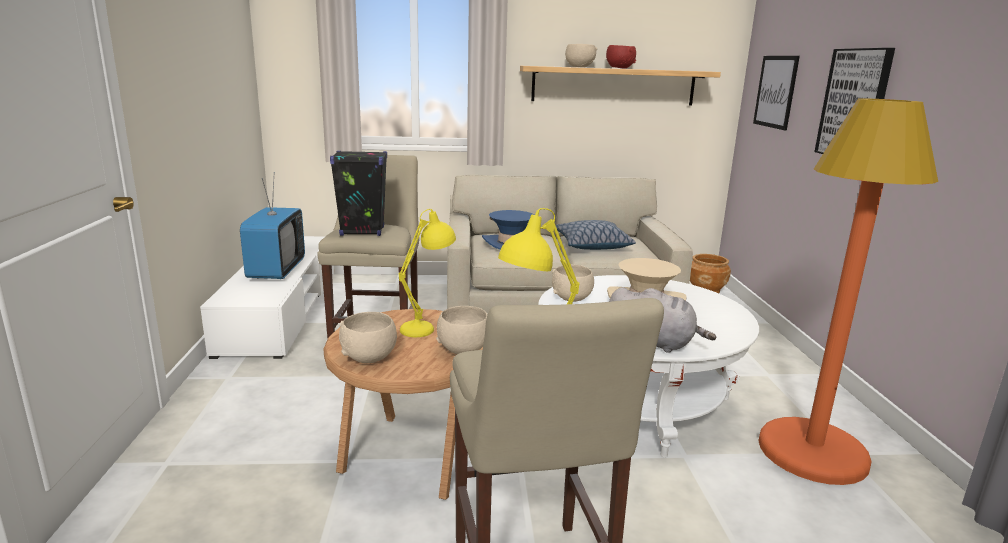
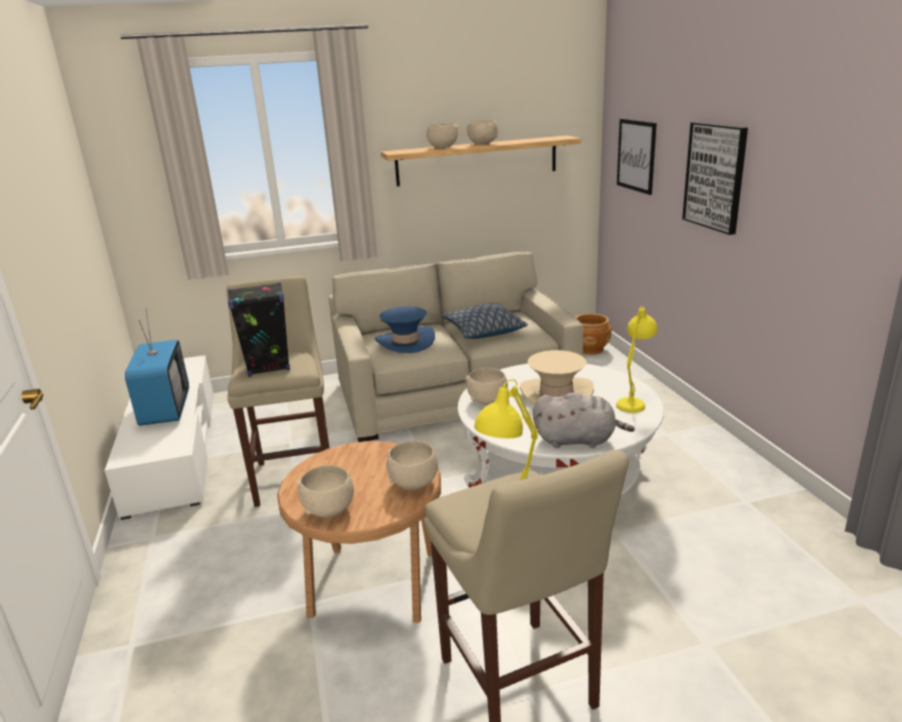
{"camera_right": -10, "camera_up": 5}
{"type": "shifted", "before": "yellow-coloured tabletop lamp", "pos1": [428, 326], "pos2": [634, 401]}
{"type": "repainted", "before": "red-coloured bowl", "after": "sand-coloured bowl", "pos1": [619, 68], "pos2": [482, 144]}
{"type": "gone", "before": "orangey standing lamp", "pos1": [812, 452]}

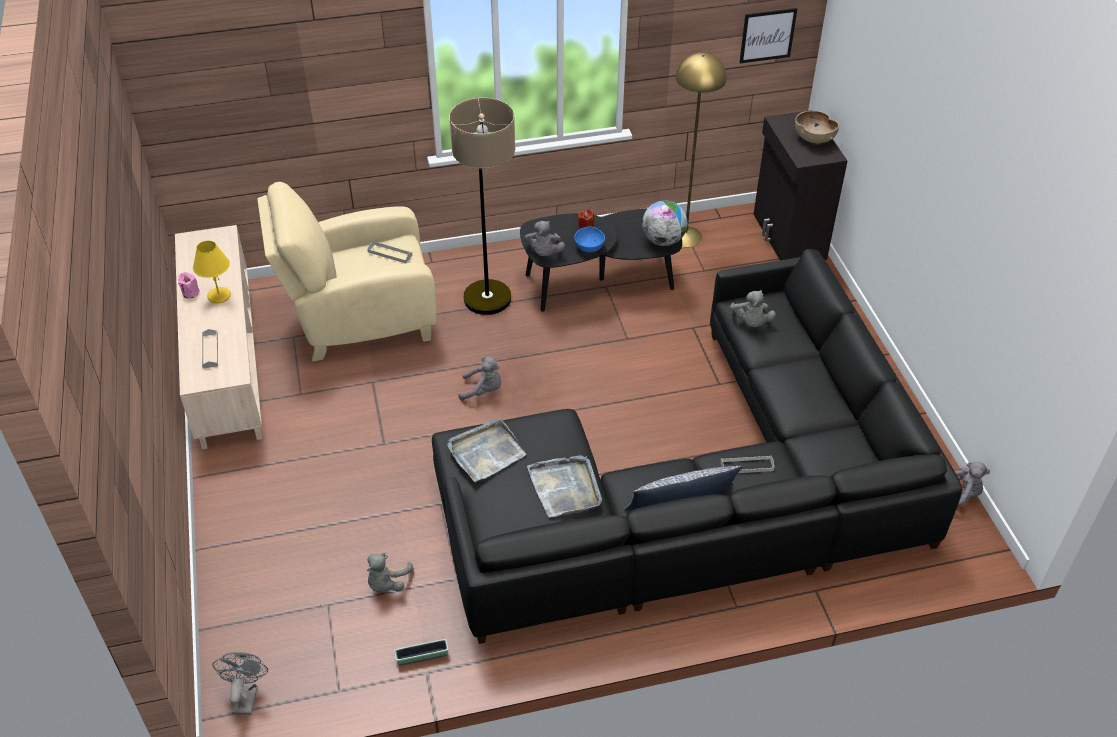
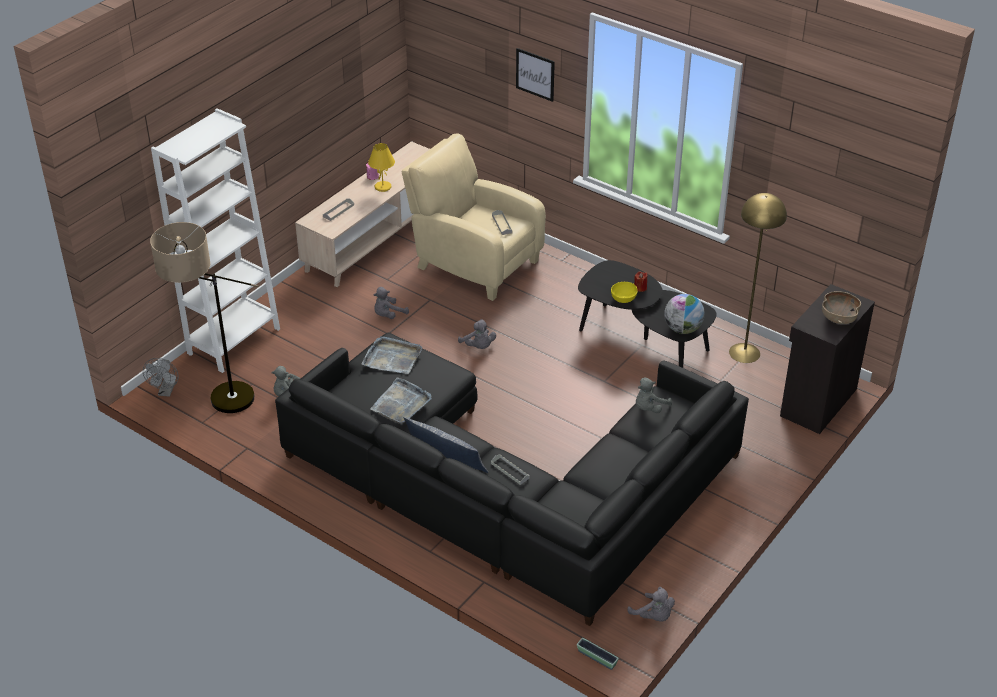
{"camera_right": 50, "camera_up": -5}
{"type": "rotated", "before": "gray electric fan", "pos1": [246, 696], "pos2": [166, 392], "turn": 135}
{"type": "shifted", "before": "plant pot", "pos1": [422, 656], "pos2": [597, 658]}
{"type": "shifted", "before": "standing lamp", "pos1": [489, 311], "pos2": [219, 407]}
{"type": "shifted", "before": "gray plush toy", "pos1": [544, 253], "pos2": [388, 315]}
{"type": "repainted", "before": "blue-coloured bowl", "after": "yellow-coloured bowl", "pos1": [590, 247], "pos2": [624, 299]}
{"type": "shifted", "before": "picture", "pos1": [767, 35], "pos2": [535, 74]}
{"type": "new", "after": "whitish bookshelf", "pos2": [234, 341]}

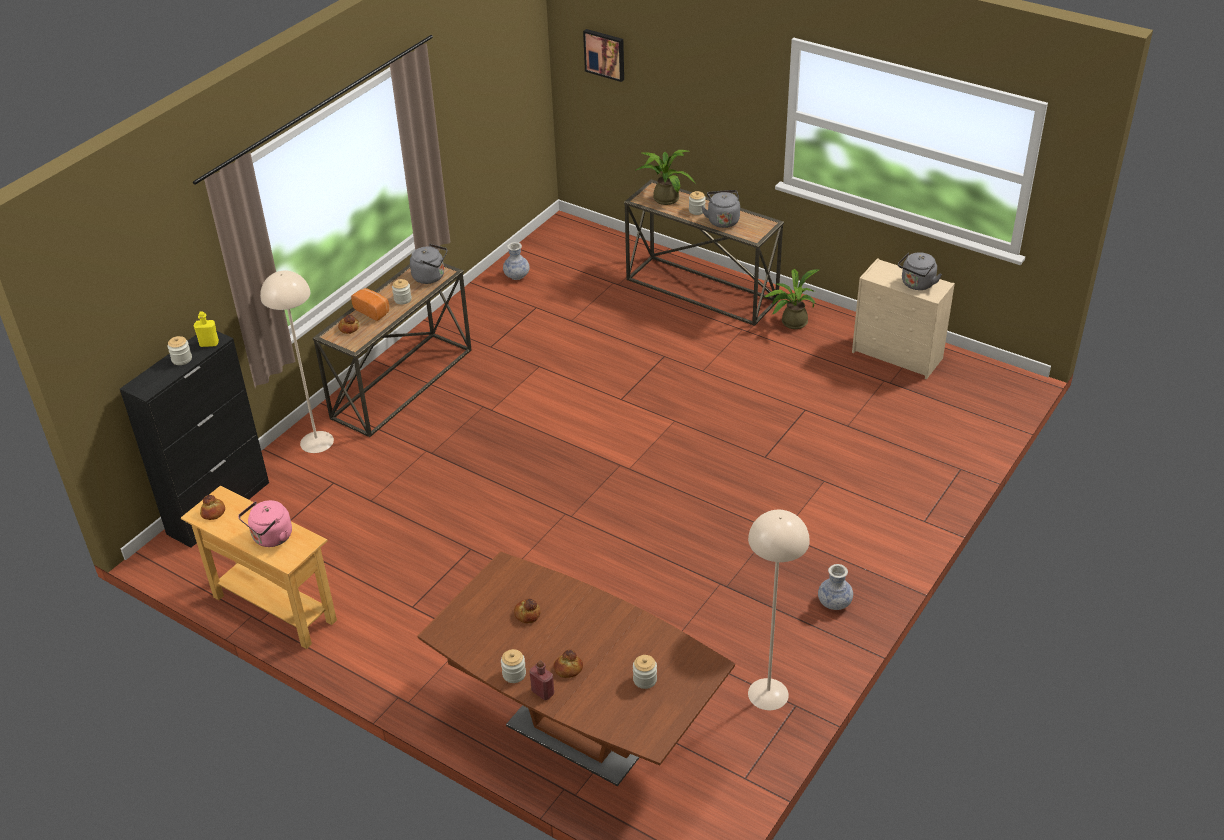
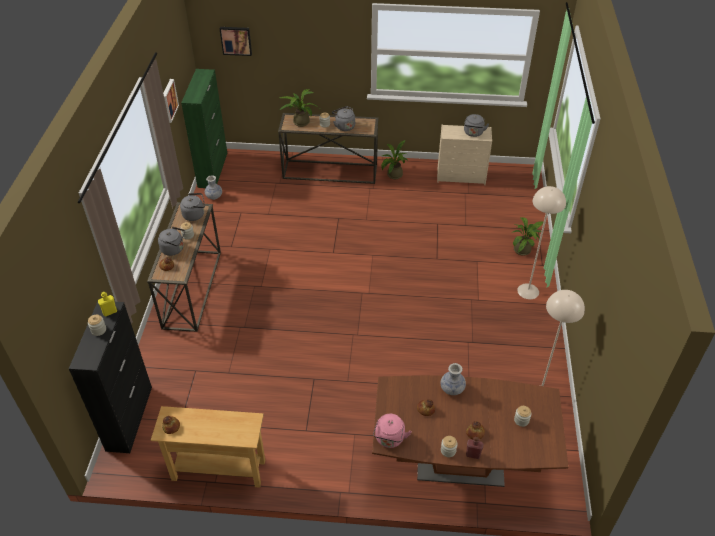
{"camera_right": -30, "camera_up": 5}
{"type": "shifted", "before": "pink water kettle", "pos1": [270, 538], "pos2": [389, 439]}
{"type": "shifted", "before": "sand-coloured standing lamp", "pos1": [316, 441], "pos2": [528, 291]}
{"type": "swapped", "before": "bread", "after": "gray water kettle", "pos1": [373, 310], "pos2": [174, 249]}
{"type": "shifted", "before": "decorative vase", "pos1": [834, 603], "pos2": [452, 388]}
{"type": "new", "after": "picture", "pos2": [168, 100]}
{"type": "new", "after": "greenish cupboard", "pos2": [213, 169]}
{"type": "new", "after": "plant in a pot", "pos2": [524, 249]}

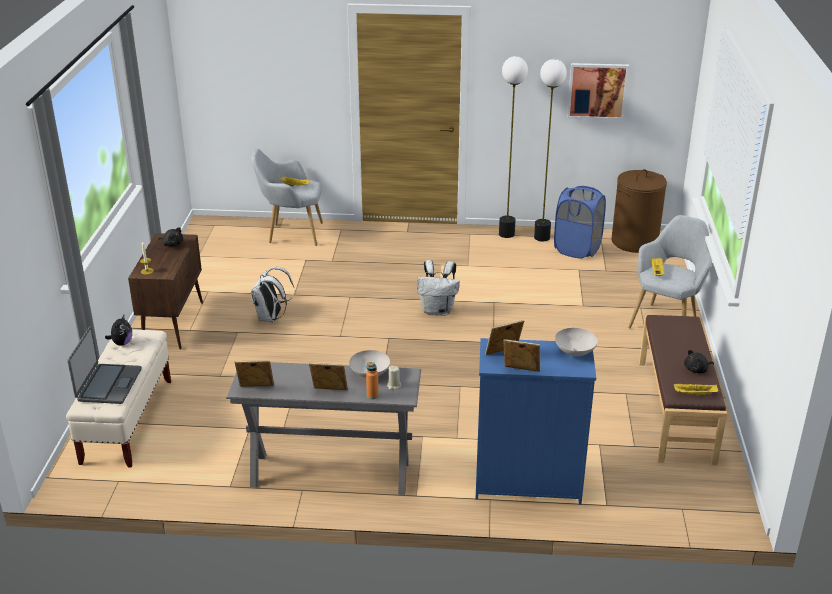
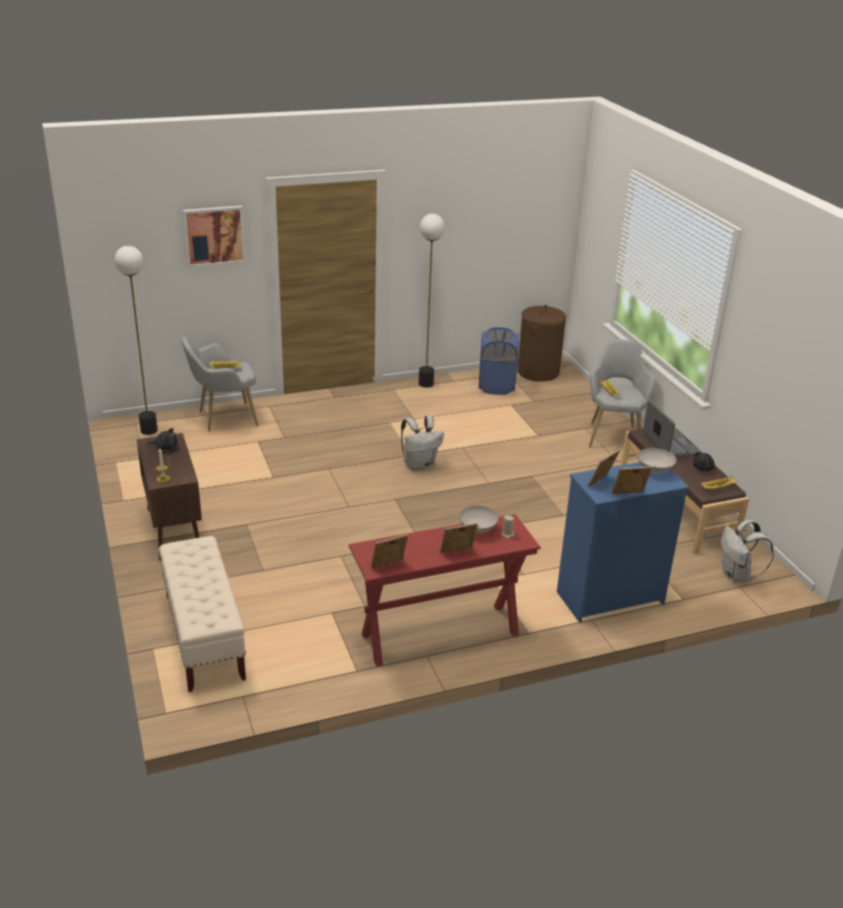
{"camera_right": -25, "camera_up": 0}
{"type": "shifted", "before": "portable computer", "pos1": [108, 385], "pos2": [670, 445]}
{"type": "gone", "before": "plush toy", "pos1": [122, 343]}
{"type": "repainted", "before": "gray hall table", "after": "red-coloured hall table", "pos1": [330, 474], "pos2": [440, 634]}
{"type": "shifted", "before": "whitish backpack", "pos1": [271, 318], "pos2": [737, 576]}
{"type": "gone", "before": "orangey bottle", "pos1": [372, 396]}
{"type": "shifted", "before": "standing lamp", "pos1": [541, 237], "pos2": [148, 430]}
{"type": "shifted", "before": "picture", "pos1": [597, 91], "pos2": [214, 236]}

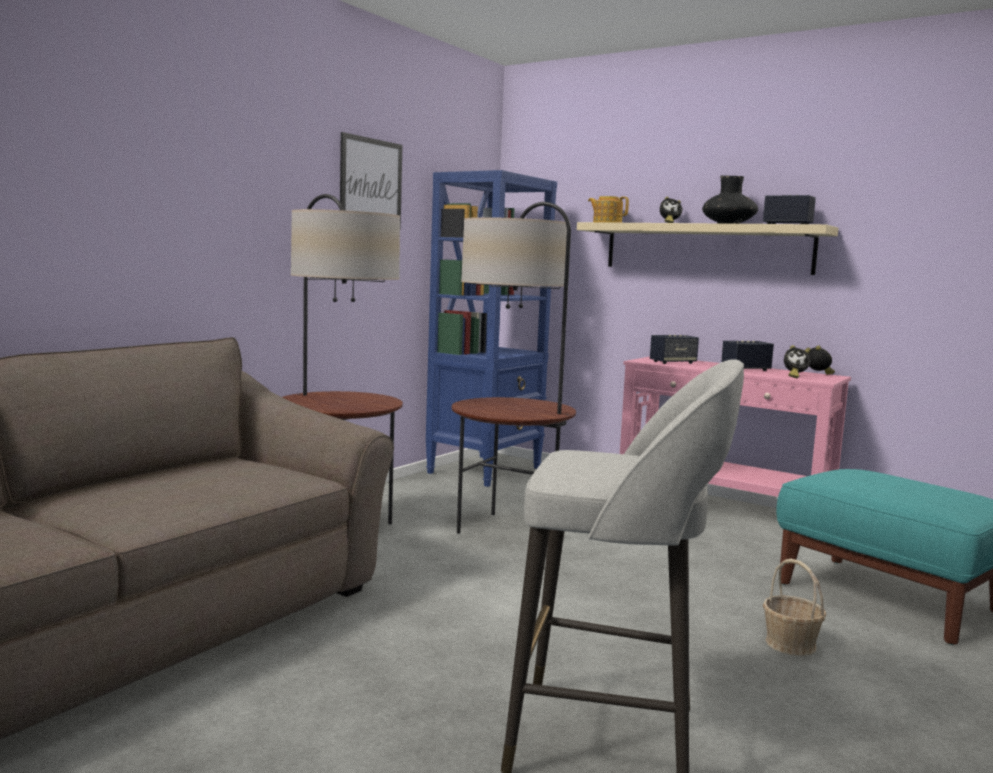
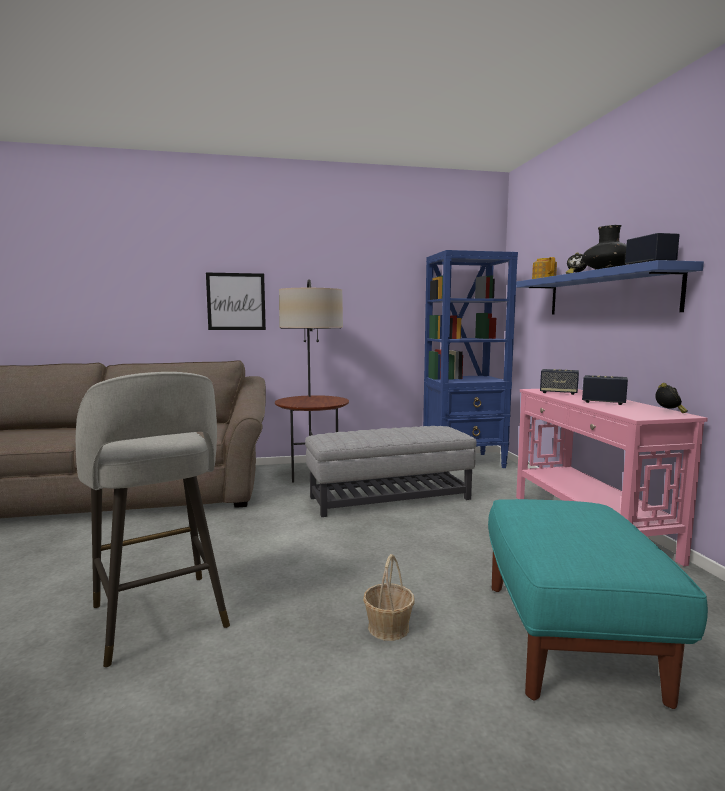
{"camera_right": 45, "camera_up": 0}
{"type": "shifted", "before": "picture", "pos1": [371, 183], "pos2": [236, 301]}
{"type": "swapped", "before": "standing lamp", "after": "gray footrest", "pos1": [508, 530], "pos2": [390, 498]}
{"type": "repainted", "before": "sand-coloured bracket shelf", "after": "blue-coloured bracket shelf", "pos1": [706, 248], "pos2": [607, 293]}
{"type": "gone", "before": "alarm clock", "pos1": [794, 376]}

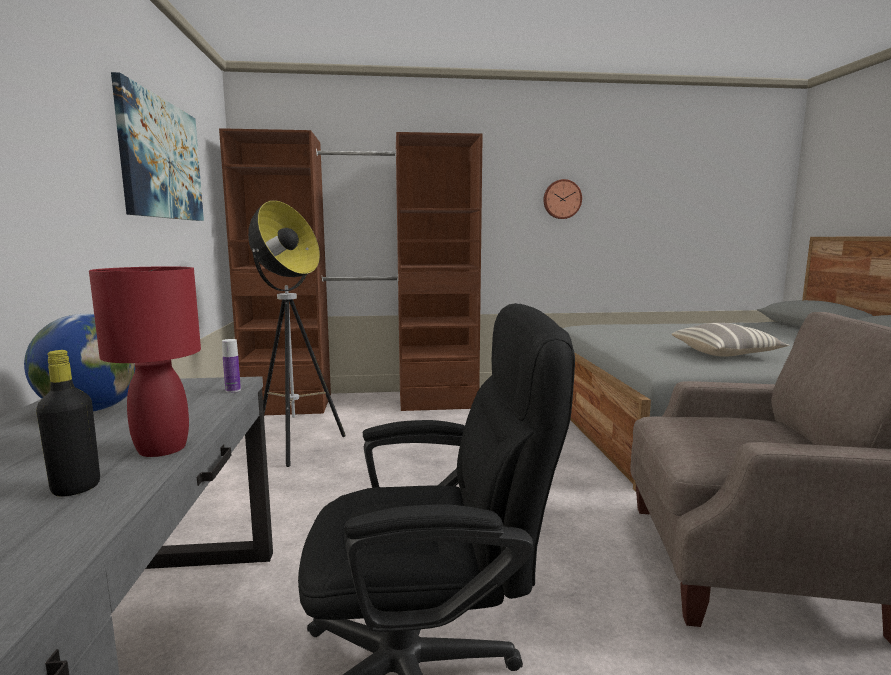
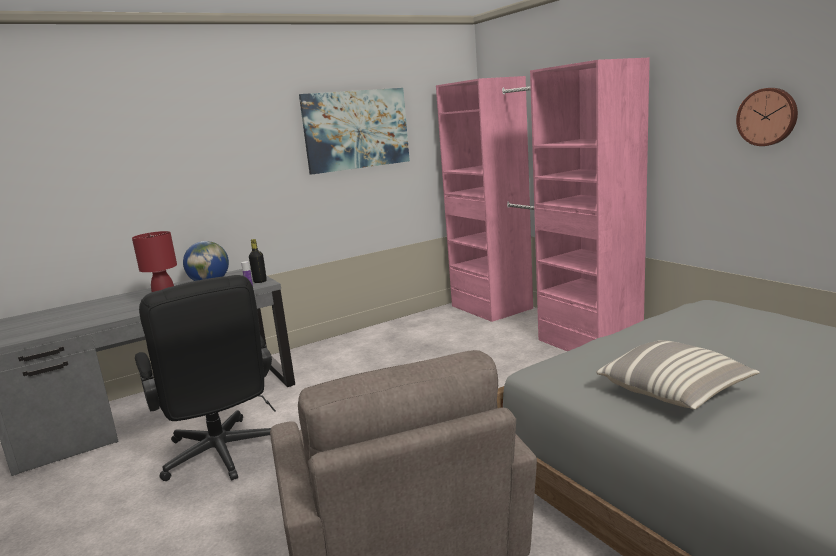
{"camera_right": 65, "camera_up": 5}
{"type": "shifted", "before": "blackish bottle", "pos1": [76, 488], "pos2": [260, 281]}
{"type": "repainted", "before": "brown clothes cupboard", "after": "pink clothes cupboard", "pos1": [365, 402], "pos2": [536, 323]}
{"type": "gone", "before": "standing lamp", "pos1": [295, 445]}

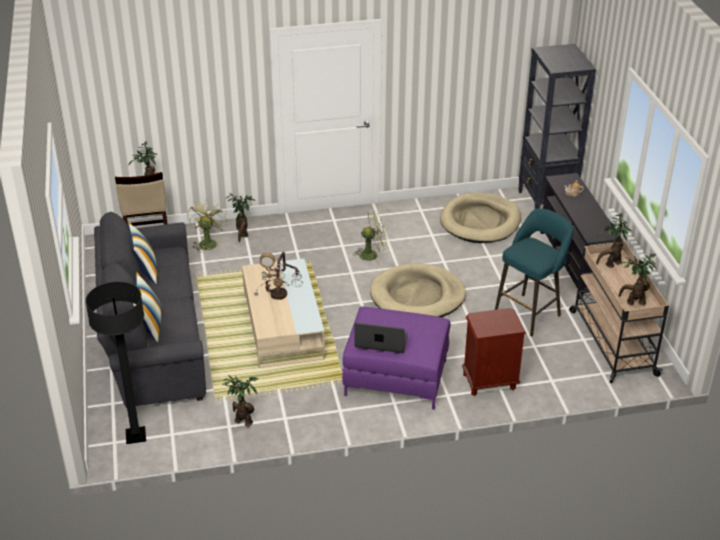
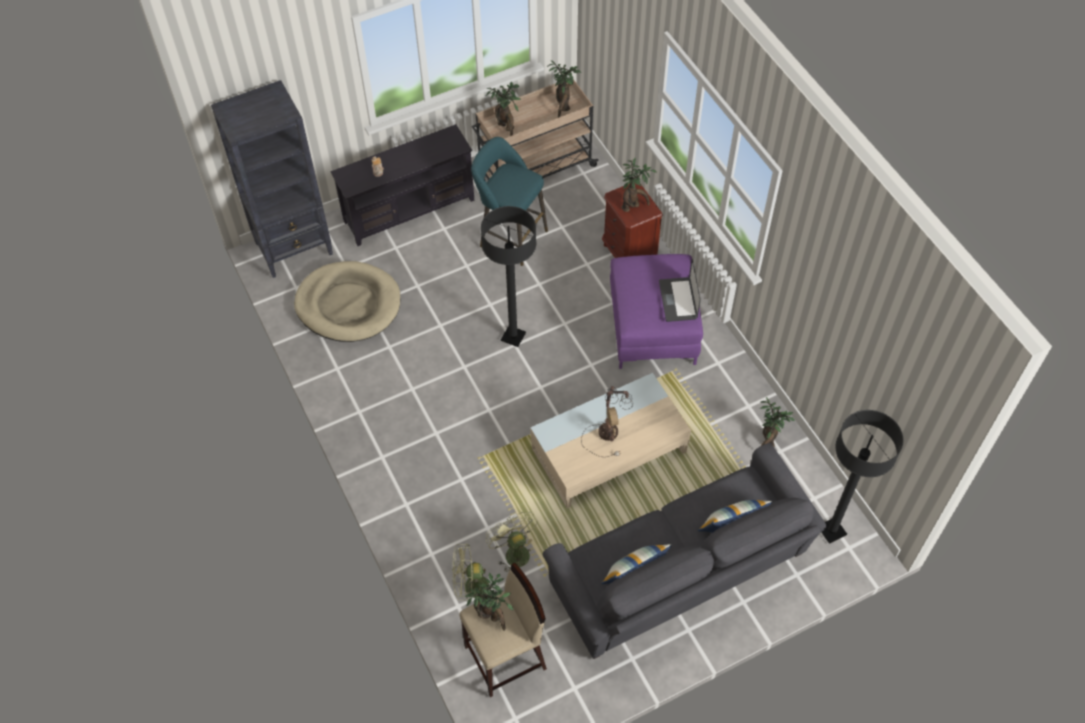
{"camera_right": -105, "camera_up": 20}
{"type": "shifted", "before": "plant in a pot", "pos1": [242, 235], "pos2": [633, 206]}
{"type": "shifted", "before": "greenish electric fan", "pos1": [372, 254], "pos2": [513, 552]}
{"type": "swapped", "before": "sand-coloured dog bed", "after": "blackish standing lamp", "pos1": [417, 296], "pos2": [513, 337]}

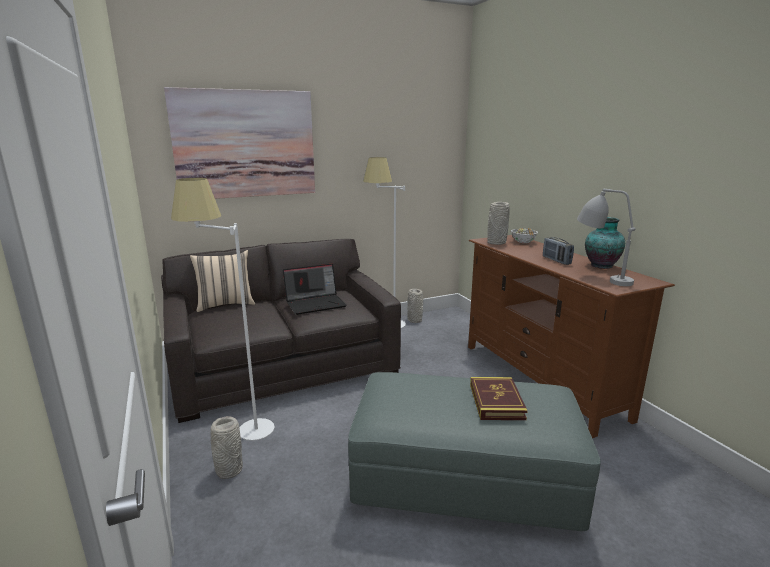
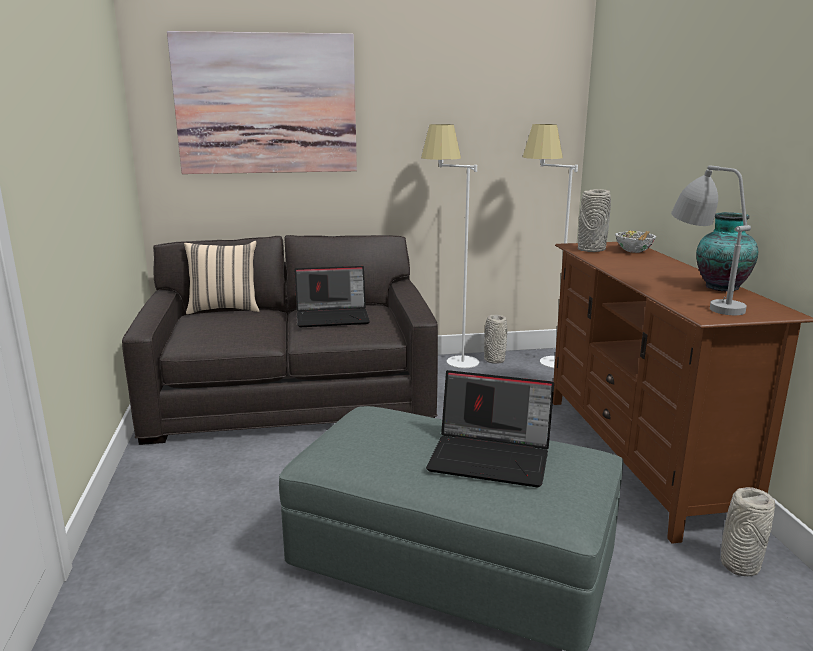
{"camera_right": 15, "camera_up": 0}
{"type": "shifted", "before": "whitish standing lamp", "pos1": [239, 434], "pos2": [542, 363]}
{"type": "shifted", "before": "gray decorative vase", "pos1": [228, 470], "pos2": [738, 565]}
{"type": "swapped", "before": "volume", "after": "portable computer", "pos1": [496, 401], "pos2": [491, 457]}
{"type": "gone", "before": "radio receiver", "pos1": [556, 260]}

